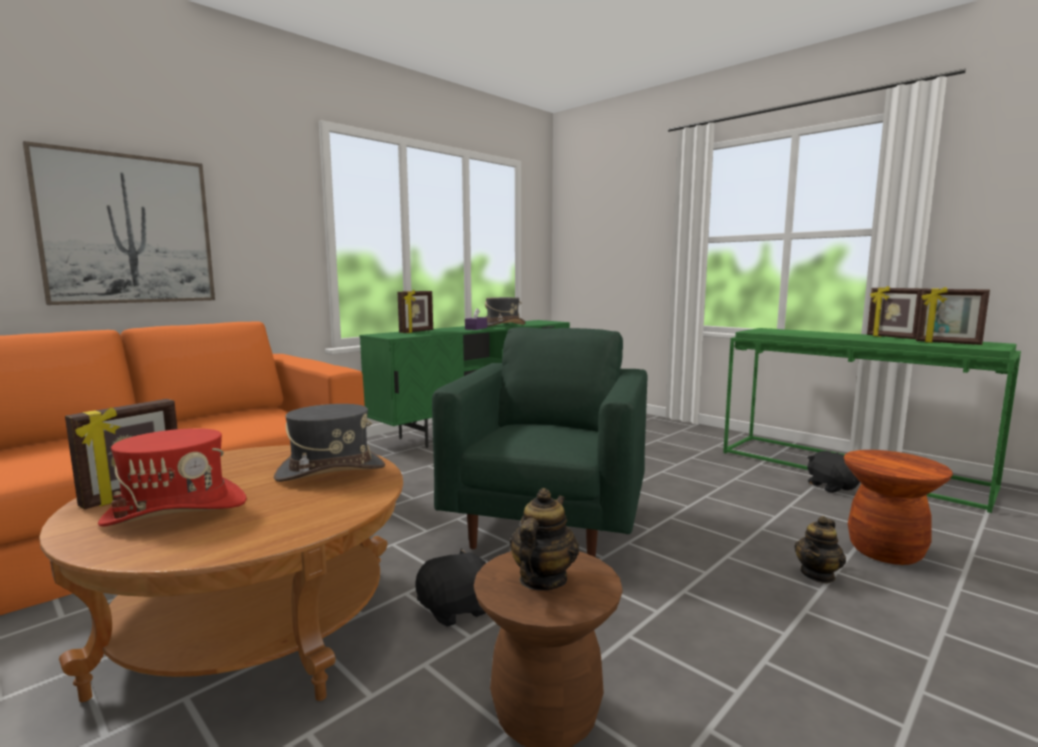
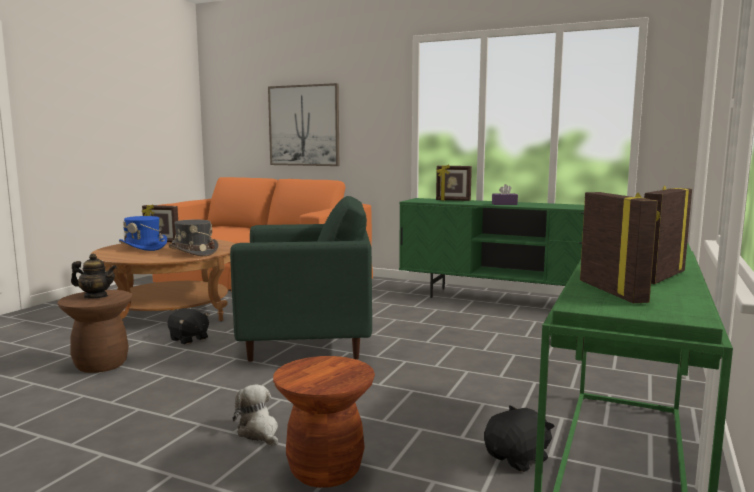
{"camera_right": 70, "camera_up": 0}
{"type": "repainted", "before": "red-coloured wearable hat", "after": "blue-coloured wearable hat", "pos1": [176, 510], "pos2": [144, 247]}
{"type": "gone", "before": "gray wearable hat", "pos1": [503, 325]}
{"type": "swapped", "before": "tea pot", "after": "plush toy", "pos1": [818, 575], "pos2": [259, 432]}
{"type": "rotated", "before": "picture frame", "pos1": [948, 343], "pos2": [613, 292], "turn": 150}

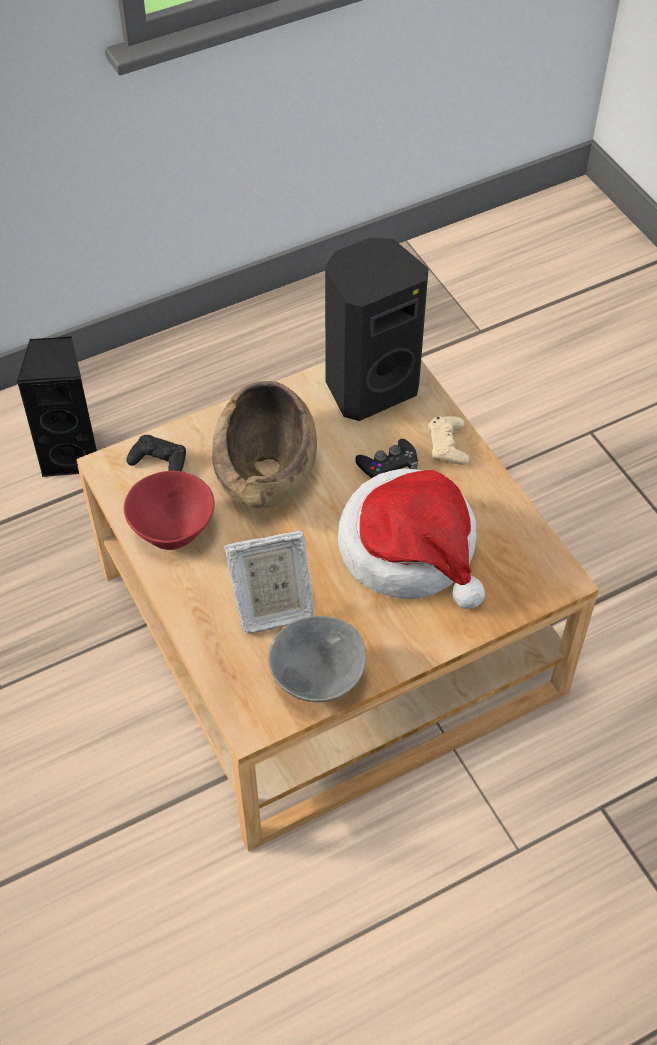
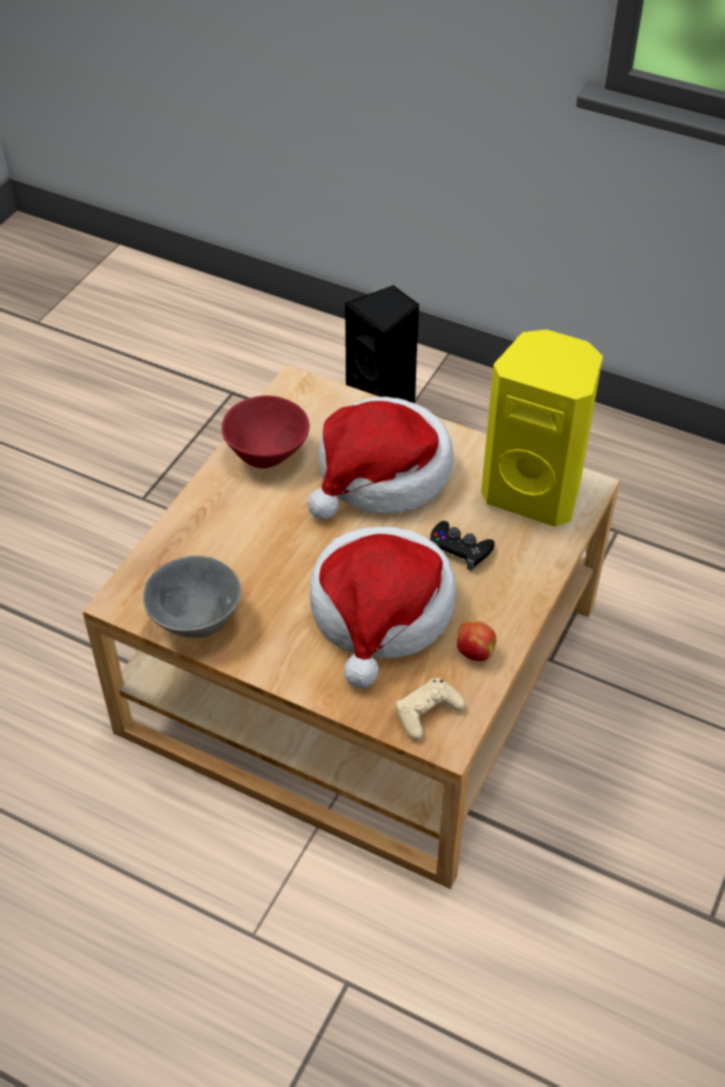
{"camera_right": 55, "camera_up": -5}
{"type": "gone", "before": "blackish gamepad", "pos1": [159, 461]}
{"type": "swapped", "before": "brown bowl", "after": "wearable hat", "pos1": [267, 468], "pos2": [381, 475]}
{"type": "gone", "before": "picture frame", "pos1": [272, 608]}
{"type": "repainted", "before": "blackish speaker", "after": "yellow-coloured speaker", "pos1": [369, 386], "pos2": [534, 492]}
{"type": "shifted", "before": "sand-coloured gamepad", "pos1": [447, 445], "pos2": [427, 712]}
{"type": "new", "after": "whole apple", "pos2": [473, 651]}

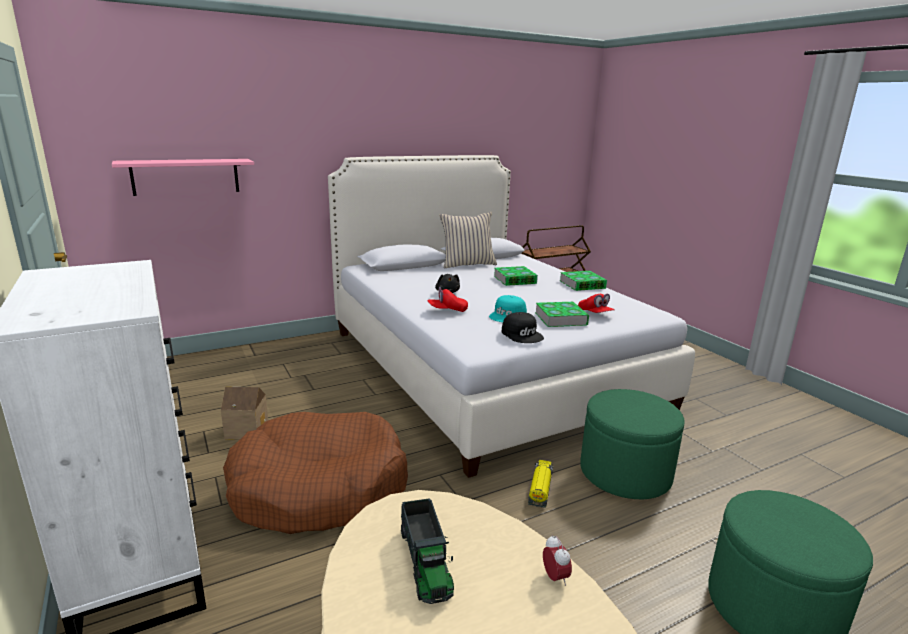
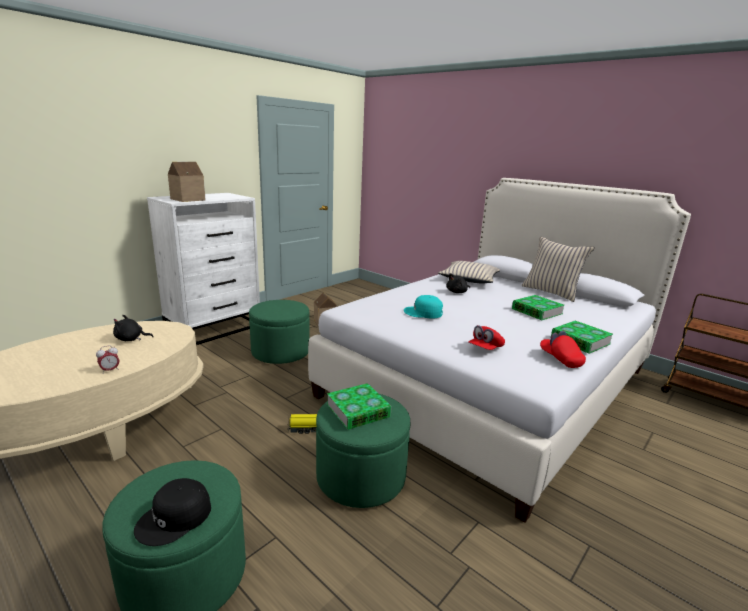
{"camera_right": 70, "camera_up": 0}
{"type": "gone", "before": "pink bracket shelf", "pos1": [186, 176]}
{"type": "swapped", "before": "brown dog bed", "after": "greenish footrest", "pos1": [319, 488], "pos2": [280, 352]}
{"type": "swapped", "before": "toy truck", "after": "blackish plush toy", "pos1": [425, 562], "pos2": [131, 339]}
{"type": "shifted", "before": "red-coloured cap", "pos1": [447, 310], "pos2": [560, 359]}
{"type": "shifted", "before": "blackish cap", "pos1": [522, 334], "pos2": [175, 518]}
{"type": "shifted", "before": "volume", "pos1": [560, 318], "pos2": [358, 410]}
{"type": "new", "after": "model house", "pos2": [186, 199]}
{"type": "new", "after": "sand-coloured pillow", "pos2": [469, 279]}

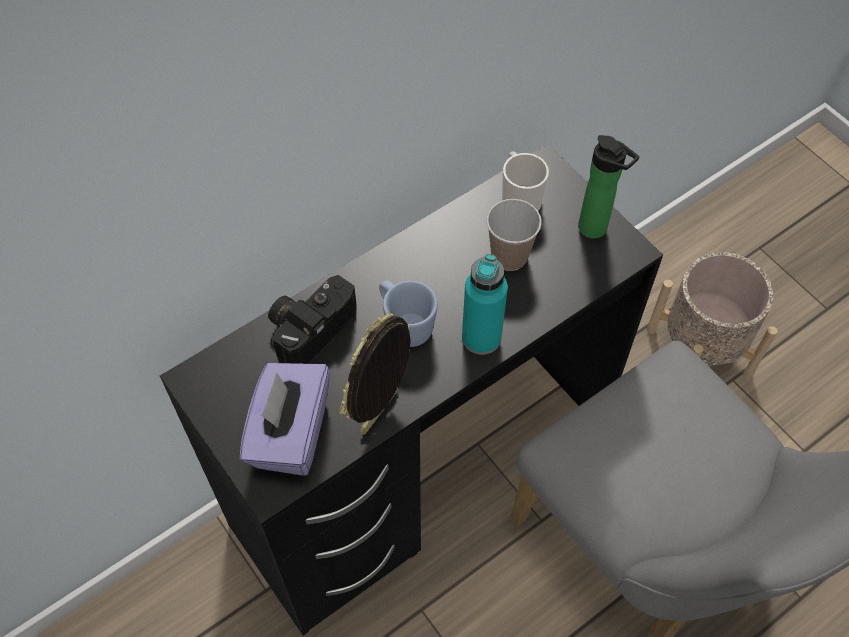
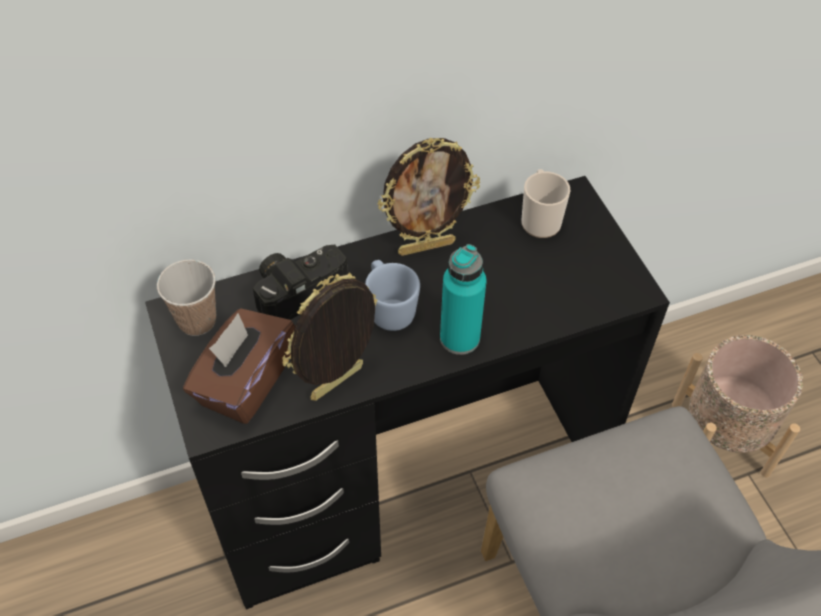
{"camera_right": 15, "camera_up": -5}
{"type": "repainted", "before": "purple box of tissues", "after": "brown box of tissues", "pos1": [290, 433], "pos2": [245, 382]}
{"type": "shifted", "before": "small cup", "pos1": [509, 256], "pos2": [197, 321]}
{"type": "gone", "before": "bottle", "pos1": [596, 230]}
{"type": "new", "after": "picture frame", "pos2": [426, 246]}

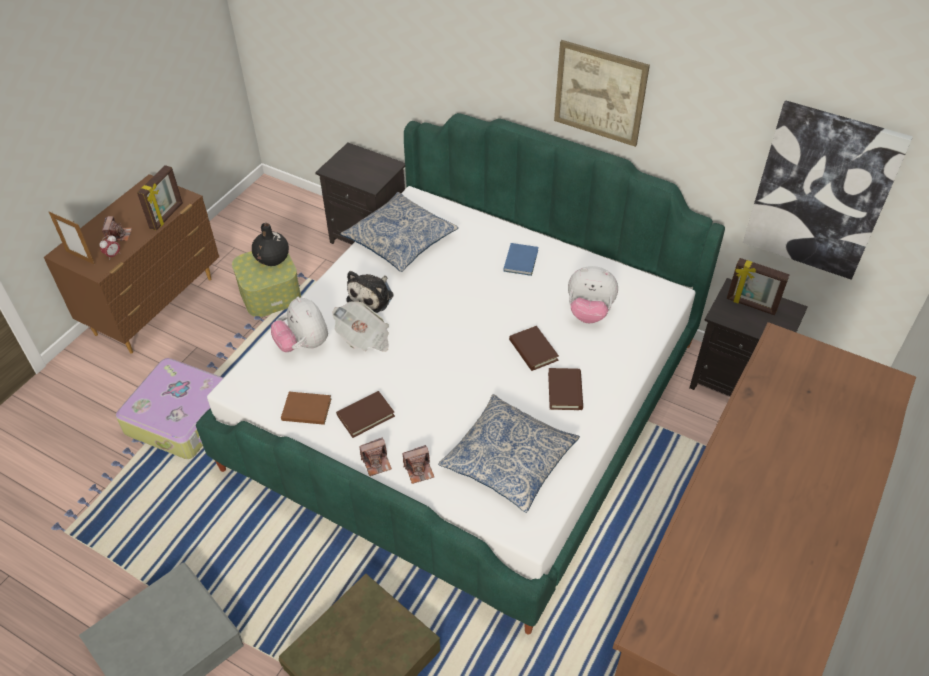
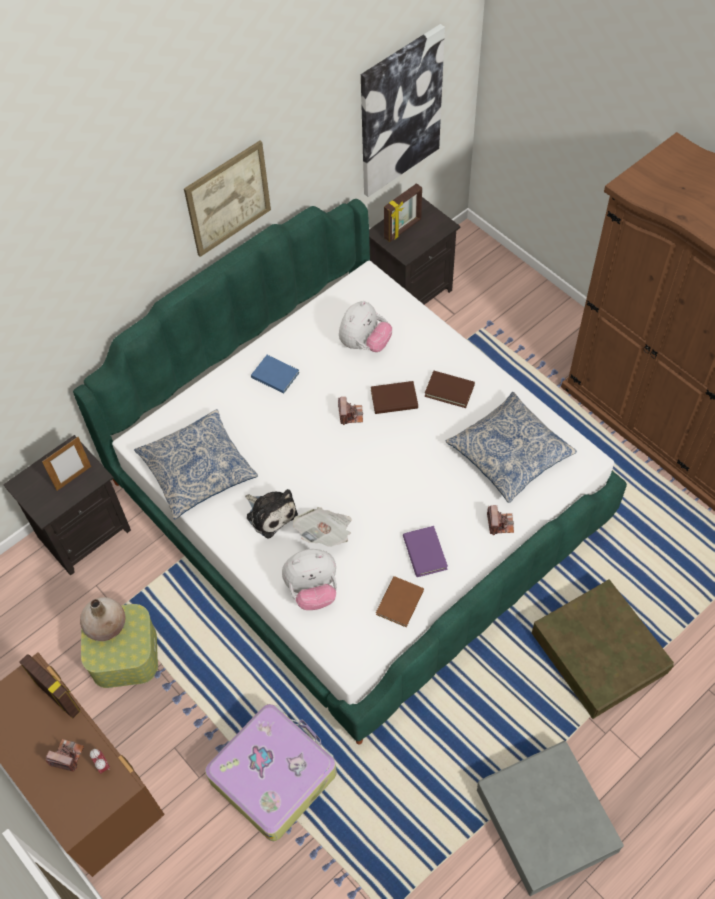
{"camera_right": -70, "camera_up": 10}
{"type": "shifted", "before": "picture frame", "pos1": [80, 257], "pos2": [73, 478]}
{"type": "repainted", "before": "blackish decorative vase", "after": "sand-coloured decorative vase", "pos1": [272, 259], "pos2": [106, 625]}
{"type": "repainted", "before": "brown volume", "after": "purple volume", "pos1": [365, 415], "pos2": [424, 553]}
{"type": "shifted", "before": "photo camera", "pos1": [376, 462], "pos2": [350, 414]}

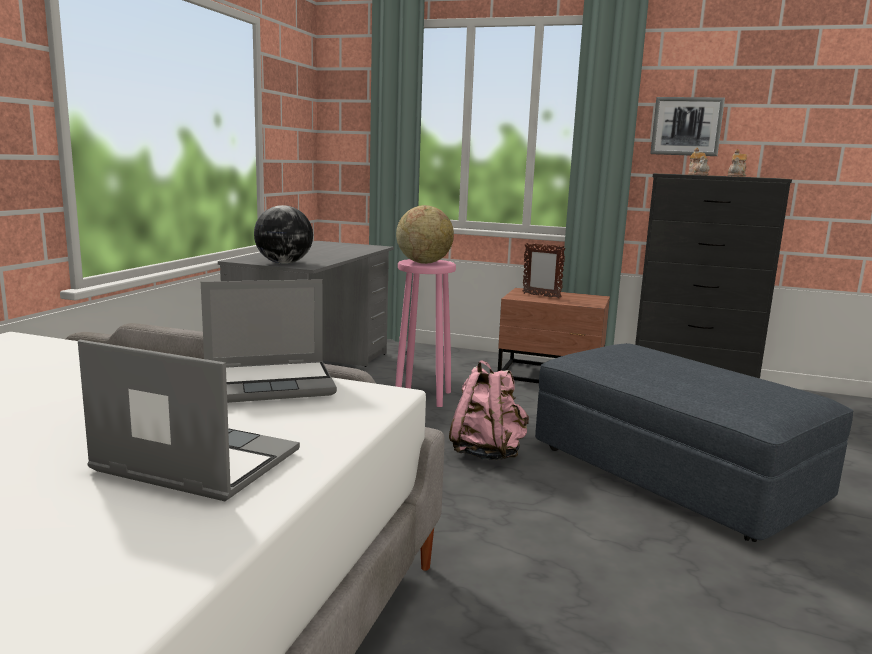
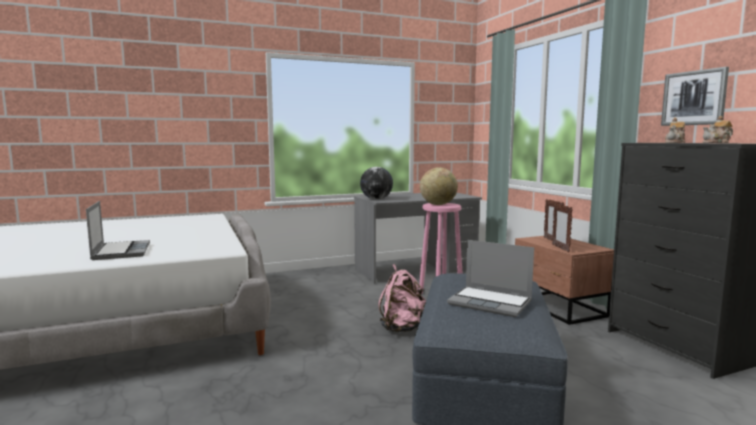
{"camera_right": 50, "camera_up": -5}
{"type": "shifted", "before": "portable computer", "pos1": [270, 384], "pos2": [491, 303]}
{"type": "new", "after": "picture frame", "pos2": [560, 248]}

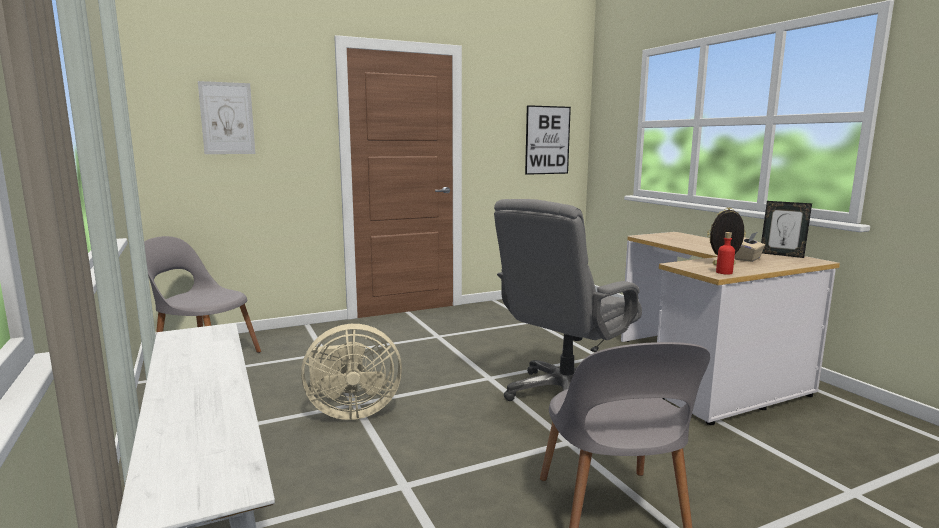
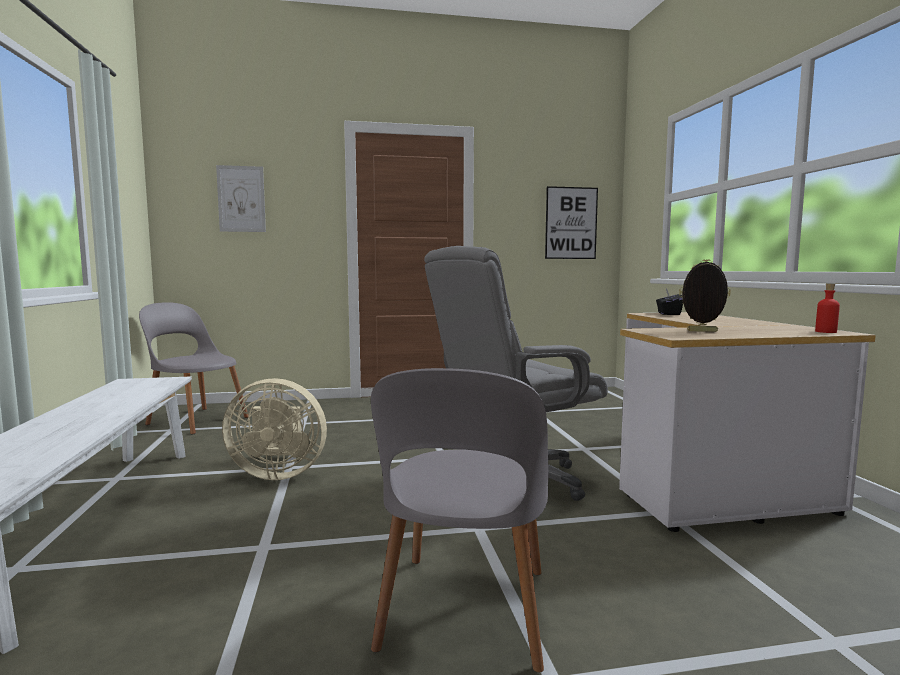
{"camera_right": 15, "camera_up": -5}
{"type": "shifted", "before": "red-coloured bottle", "pos1": [724, 272], "pos2": [826, 332]}
{"type": "gone", "before": "sand-coloured box of tissues", "pos1": [747, 259]}
{"type": "gone", "before": "picture frame", "pos1": [782, 255]}
{"type": "new", "after": "blackish box of tissues", "pos2": [668, 314]}

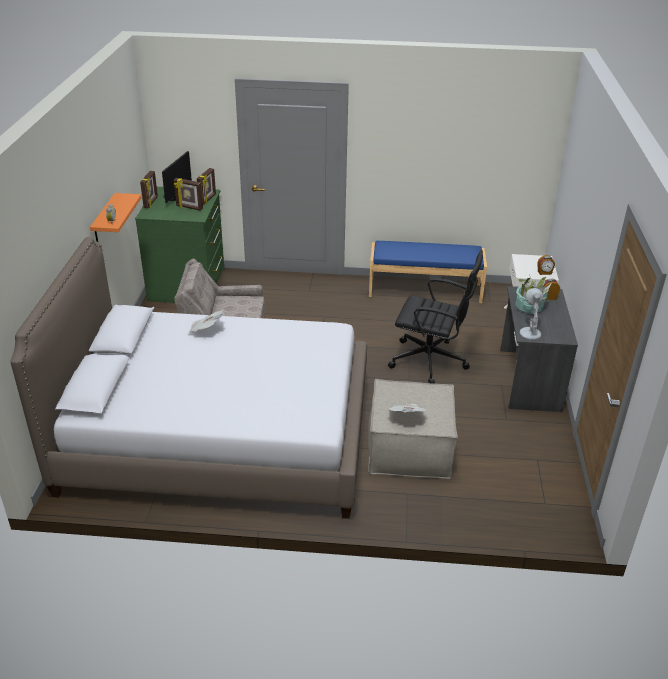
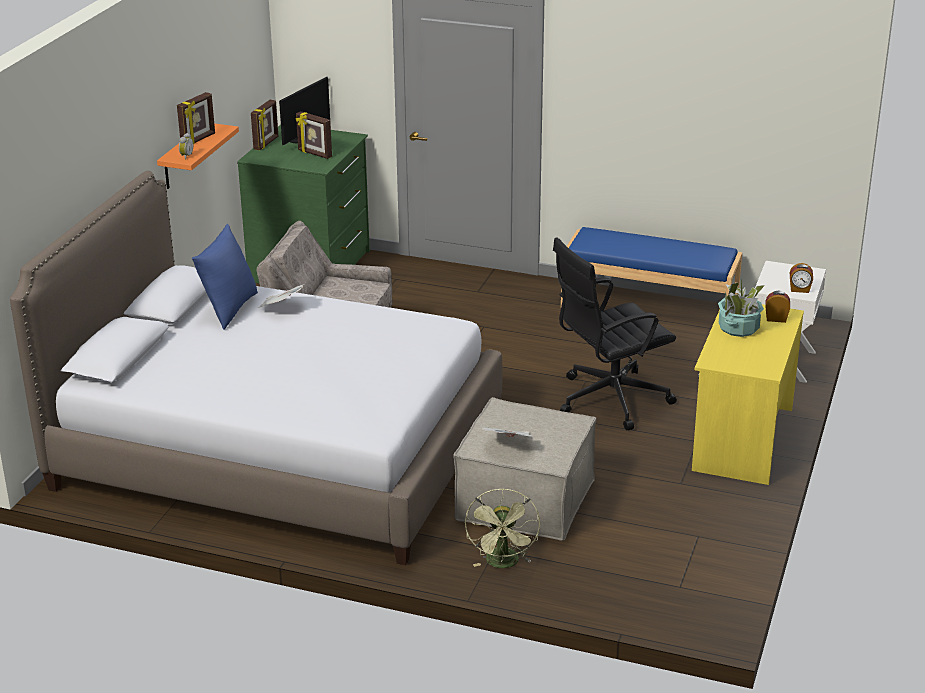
{"camera_right": 15, "camera_up": -5}
{"type": "shifted", "before": "picture frame", "pos1": [208, 199], "pos2": [198, 140]}
{"type": "rotated", "before": "blackish desk chair", "pos1": [430, 361], "pos2": [609, 399], "turn": 120}
{"type": "repainted", "before": "gray desk unit", "after": "yellow-coloured desk unit", "pos1": [528, 379], "pos2": [741, 439]}
{"type": "gone", "before": "whitish tabletop lamp", "pos1": [530, 332]}
{"type": "new", "after": "blue-coloured pillow", "pos2": [229, 309]}
{"type": "new", "after": "greenish electric fan", "pos2": [503, 564]}

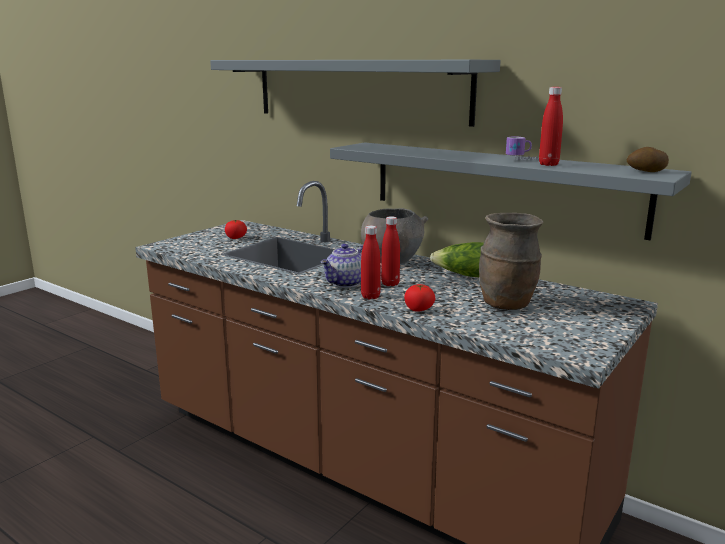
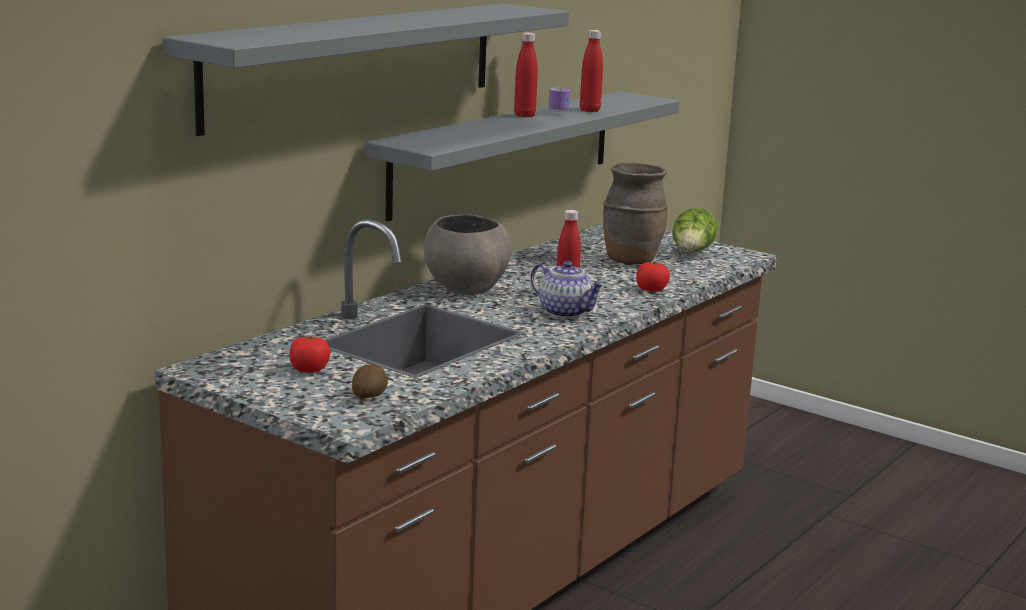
{"camera_right": -90, "camera_up": 0}
{"type": "shifted", "before": "red-coloured bottle", "pos1": [370, 296], "pos2": [524, 115]}
{"type": "shifted", "before": "lettuce head", "pos1": [463, 275], "pos2": [692, 252]}
{"type": "shifted", "before": "potato", "pos1": [646, 171], "pos2": [370, 396]}

